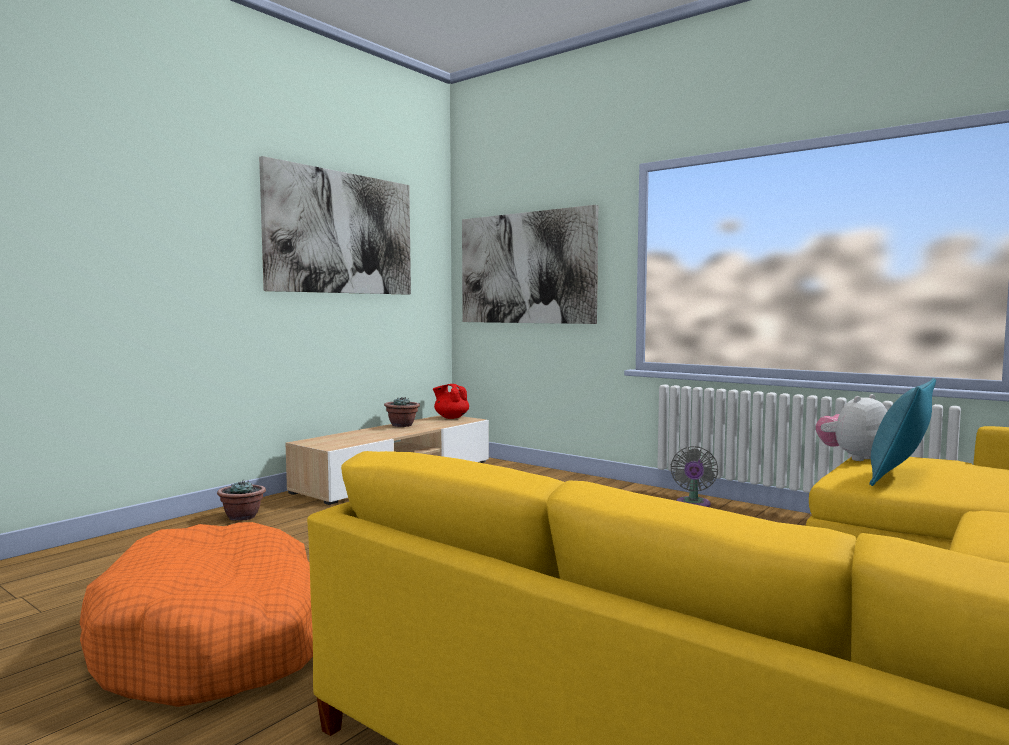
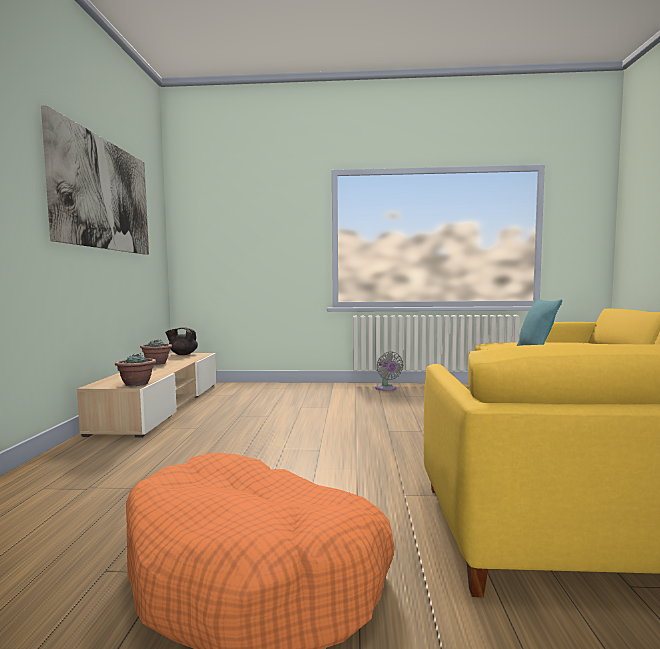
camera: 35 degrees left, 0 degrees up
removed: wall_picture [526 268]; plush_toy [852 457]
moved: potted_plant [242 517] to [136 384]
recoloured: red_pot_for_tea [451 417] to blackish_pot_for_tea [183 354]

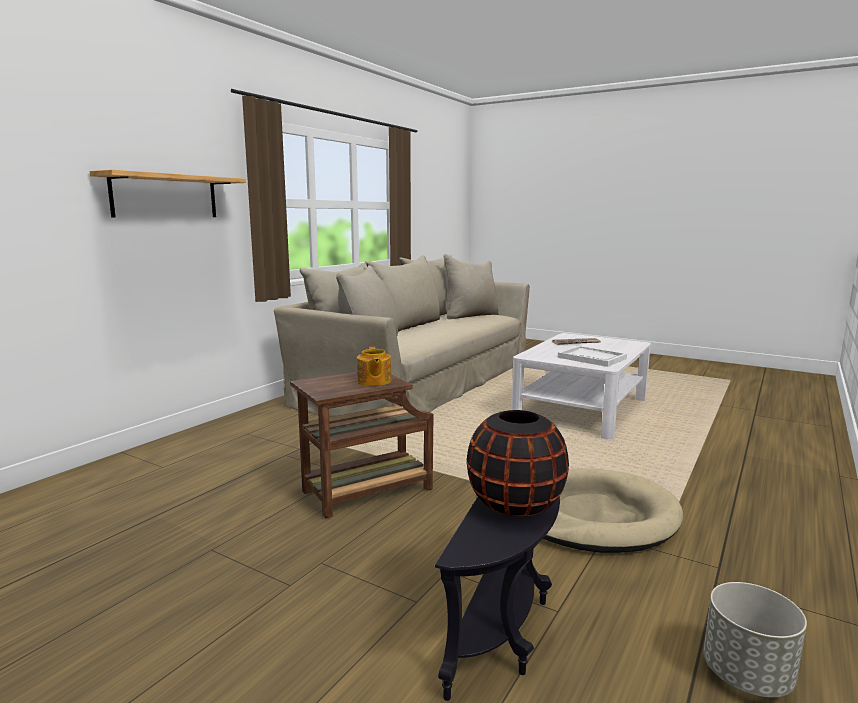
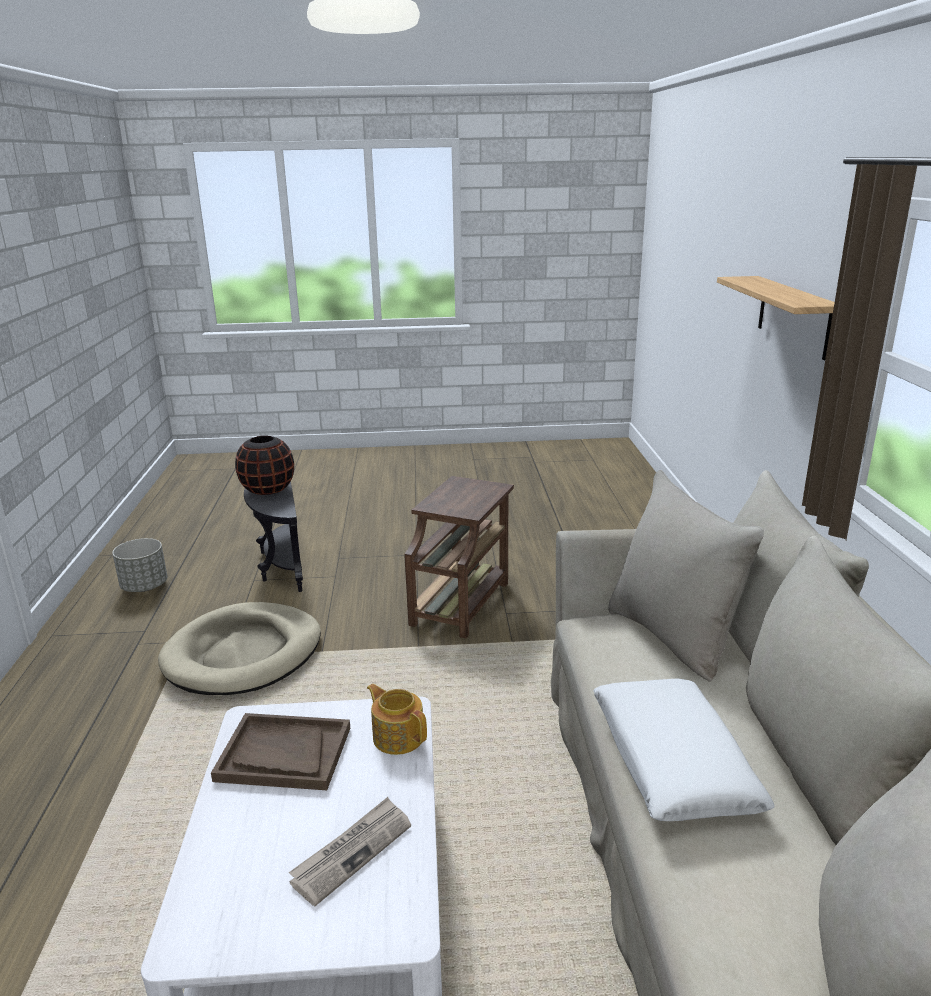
camera: 145 degrees right, 10 degrees up
added: whitish_pillow [672 762]
moved: pot_for_tea [373 381] to [398 736]
recoloured: whitish_tray [592 358] to brownish_tray [283 754]

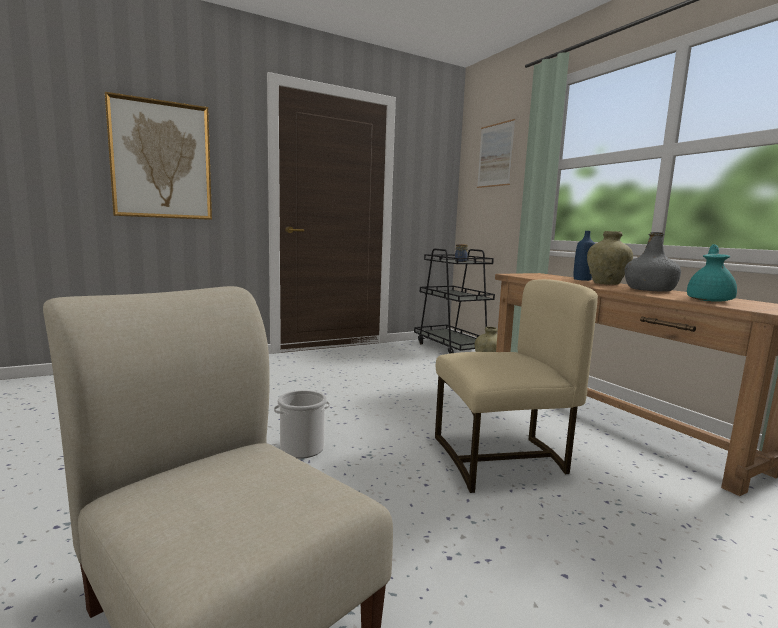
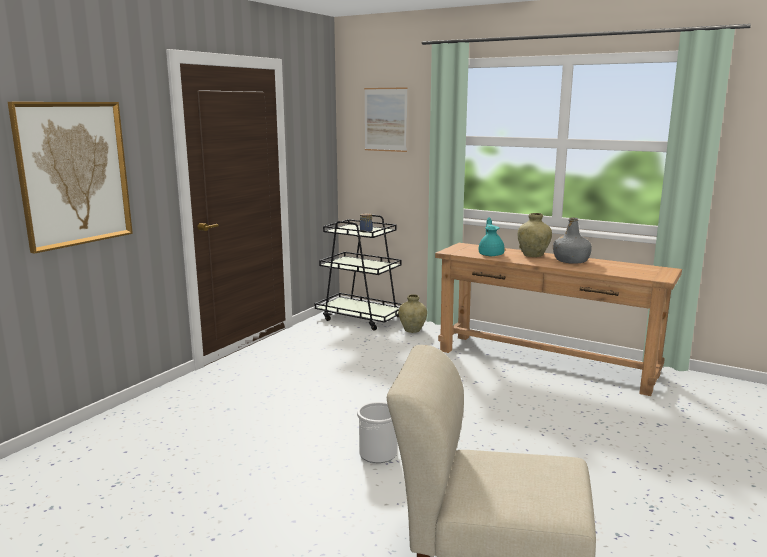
camera: 30 degrees left, 5 degrees up
removed: bluish_beverage_bottle [582 279]; beige_plain_chair [502 459]
moved: turquoise-coloured_pot_for_tea [710 300] to [491 254]

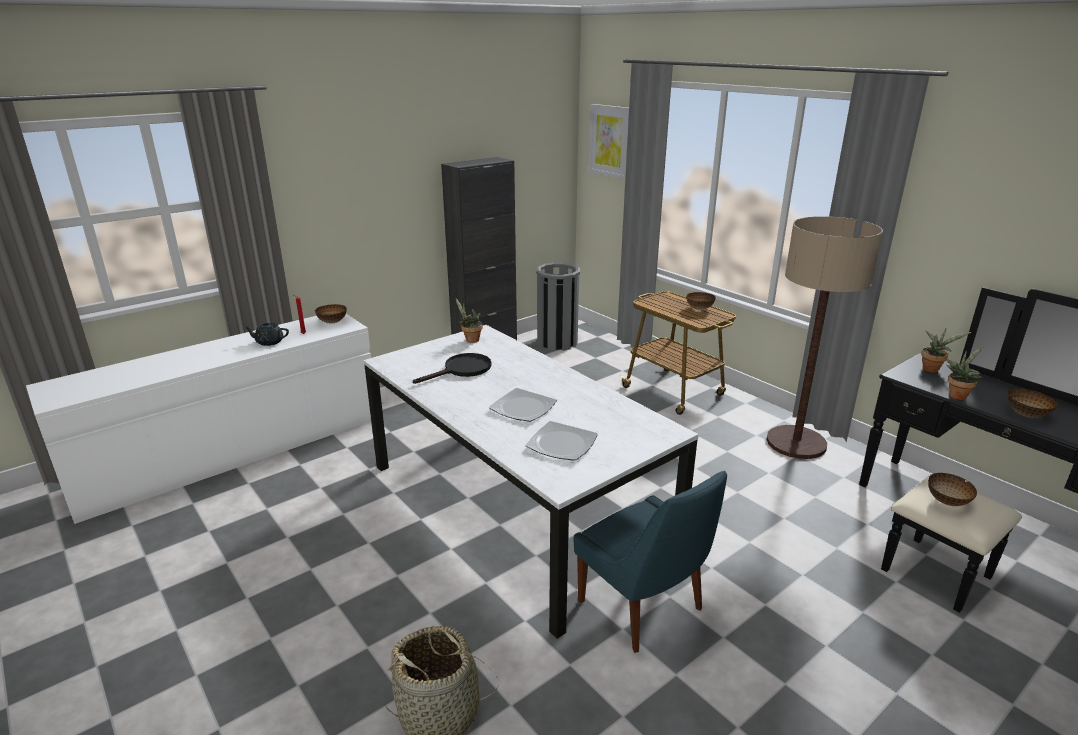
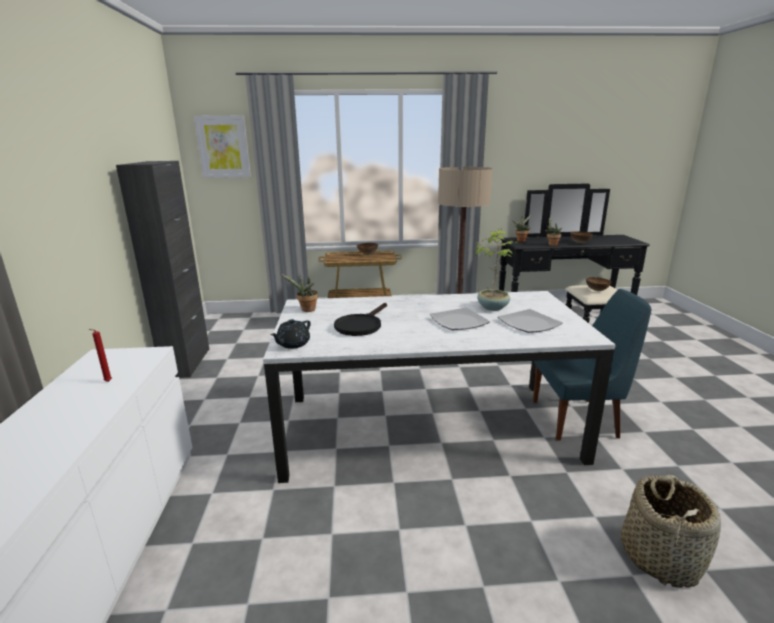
camera: 55 degrees left, 5 degrees down
removed: greyish_rubbish_bin [557 342]; serving_bowl [333 322]
added: potted_plant [493 307]
moved: blackish_pot_for_tea [269 342] to [292 344]
turned: blackish_skillet [462 370] = [361 325] 150 degrees counterclockwise

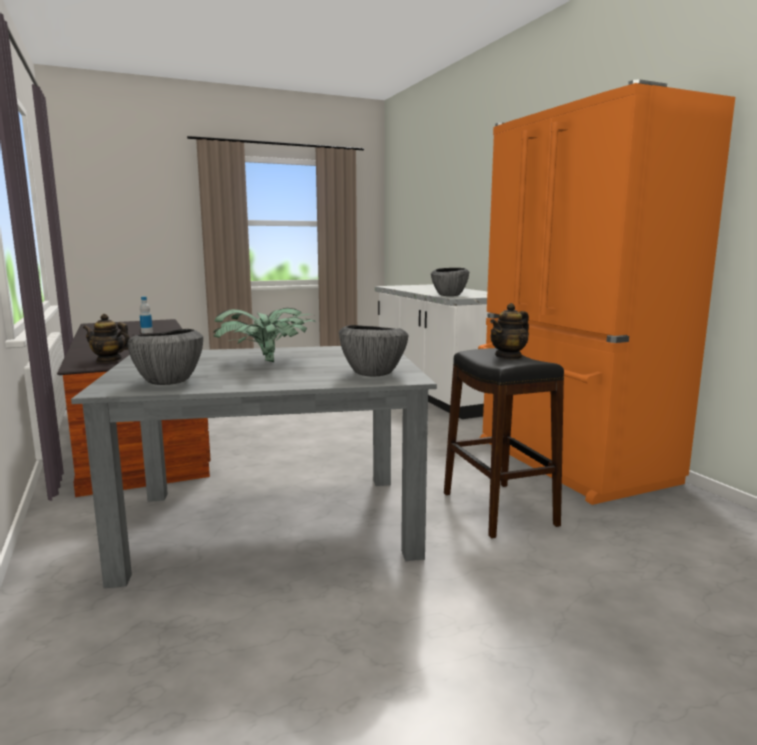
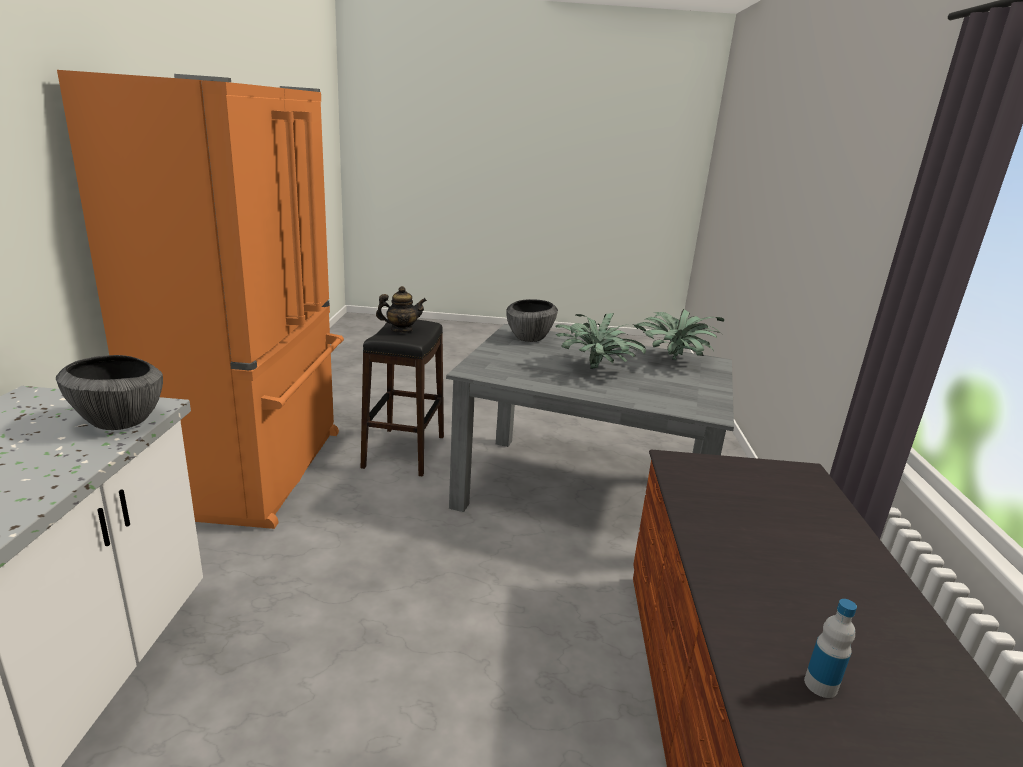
camera: 155 degrees left, 10 degrees up
removed: pot_for_tea [109 360]
replaced: serving_bowl [168 382] to potted_plant [675 361]

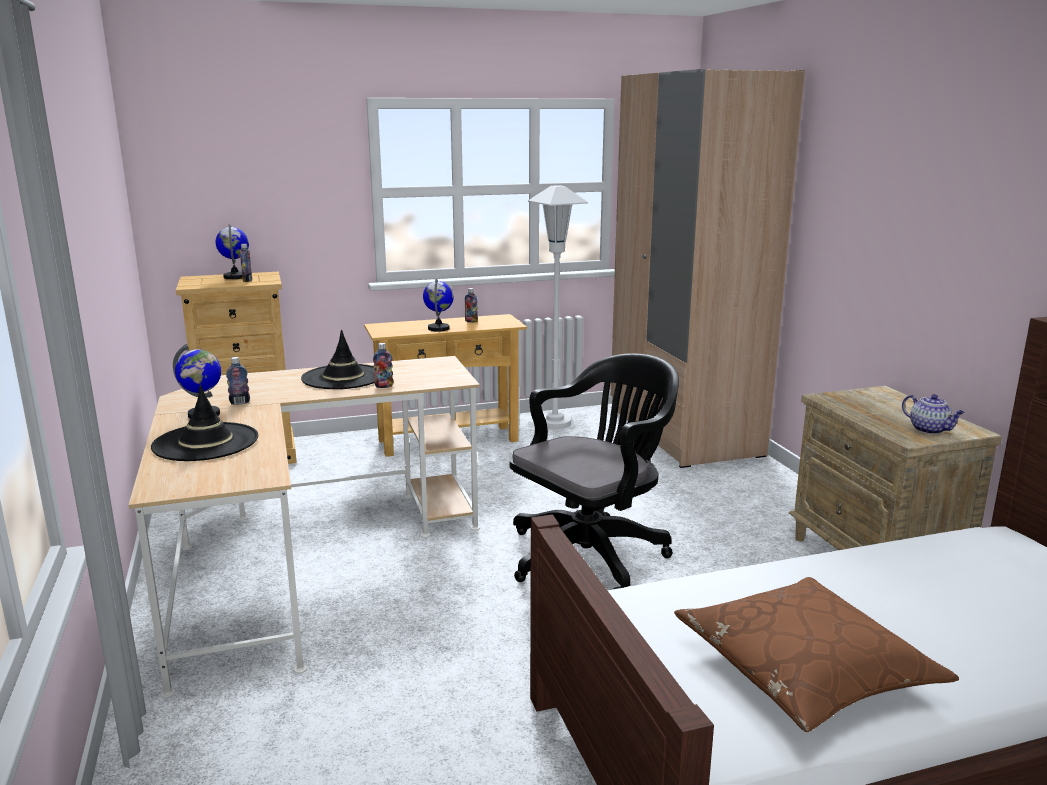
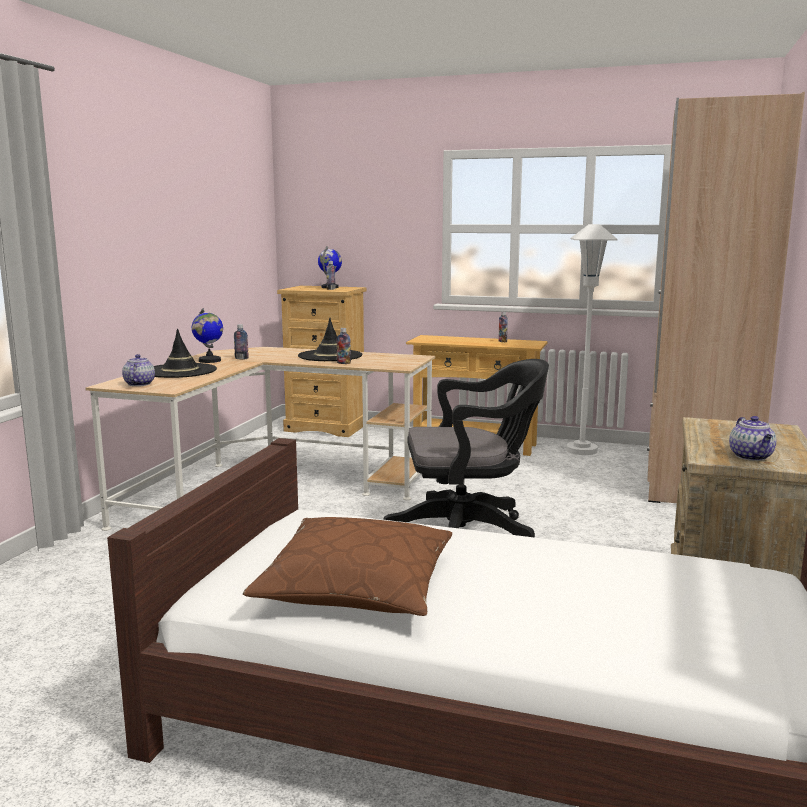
camera: 35 degrees right, 5 degrees down
removed: desk_globe [439 328]
added: pot_for_tea [139 384]

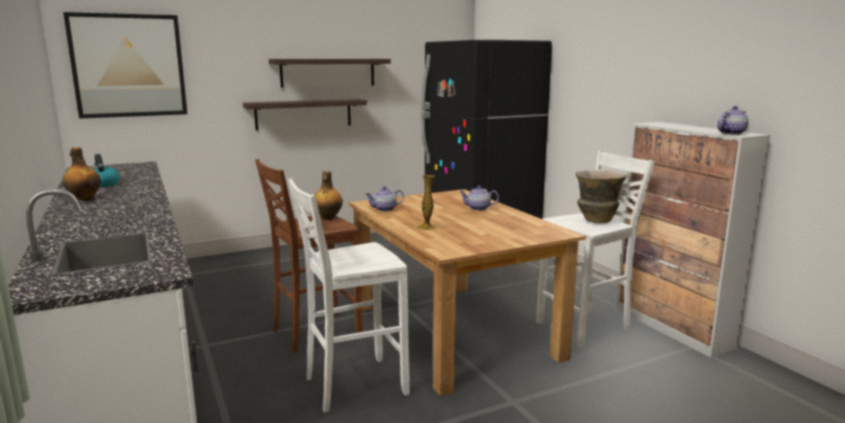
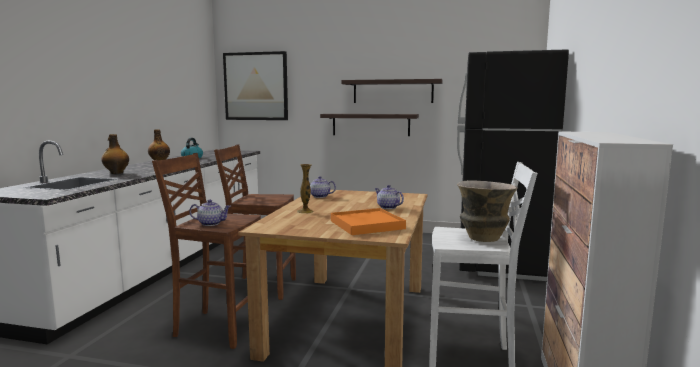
camera: 40 degrees right, 5 degrees down
added: orangey_tray [366 225]
moved: pot_for_tea [730 133] to [211 223]; beverage_bottle [328 218] to [116 173]
recoloured: whitish_stool [352 385] to brownish_stool [217 327]

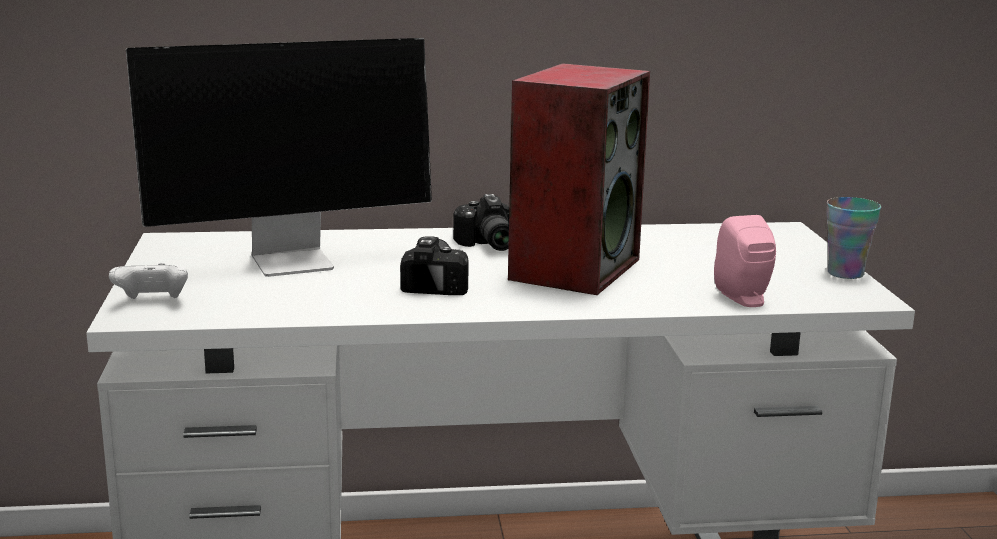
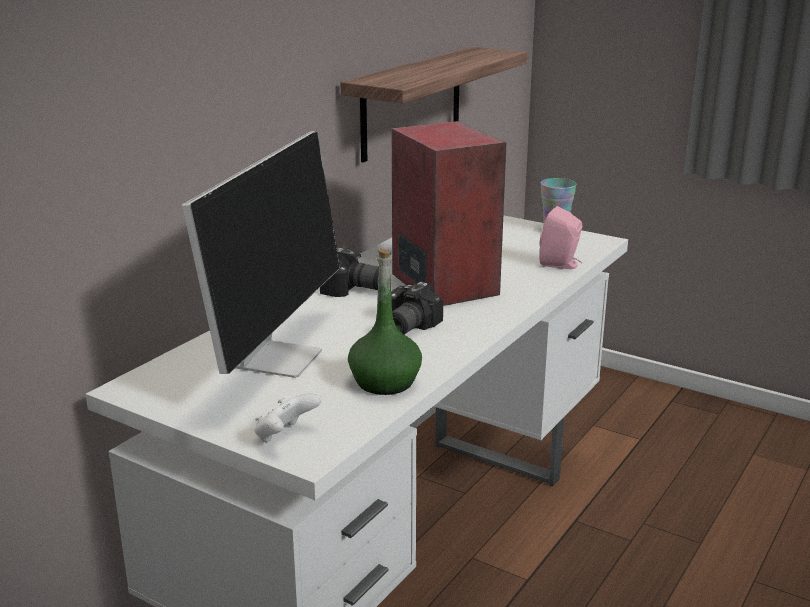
camera: 50 degrees left, 5 degrees up
added: bracket_shelf [412 103]; green_beverage_bottle [385 382]
turned: photo_camera [439 282] = [405 327] 105 degrees counterclockwise

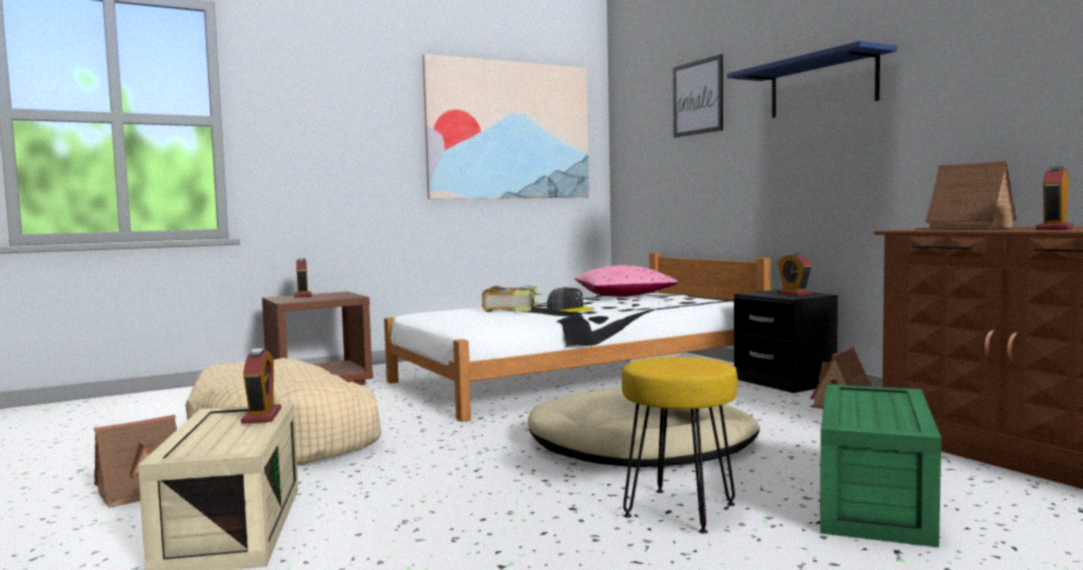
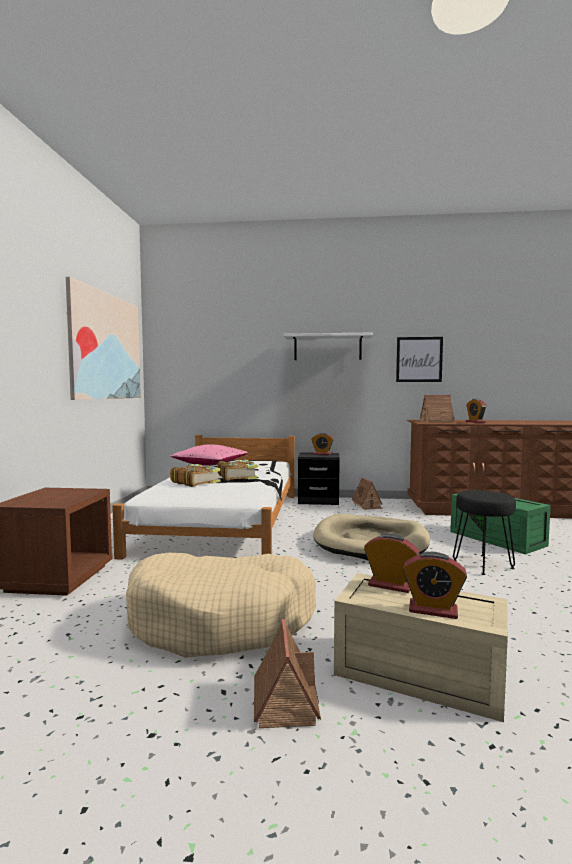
camera: 55 degrees left, 0 degrees up
moved: wall_picture [698 97] to [419 359]; alarm_clock [303 295] to [433 610]
replaced: greyish_cap [570 309] to book [237 477]
recoloured: bluish_bracket_shelf [822 86] to whitish_bracket_shelf [327 348]; yellow-coloured_stool [680 511] to blackish_stool [483 564]

